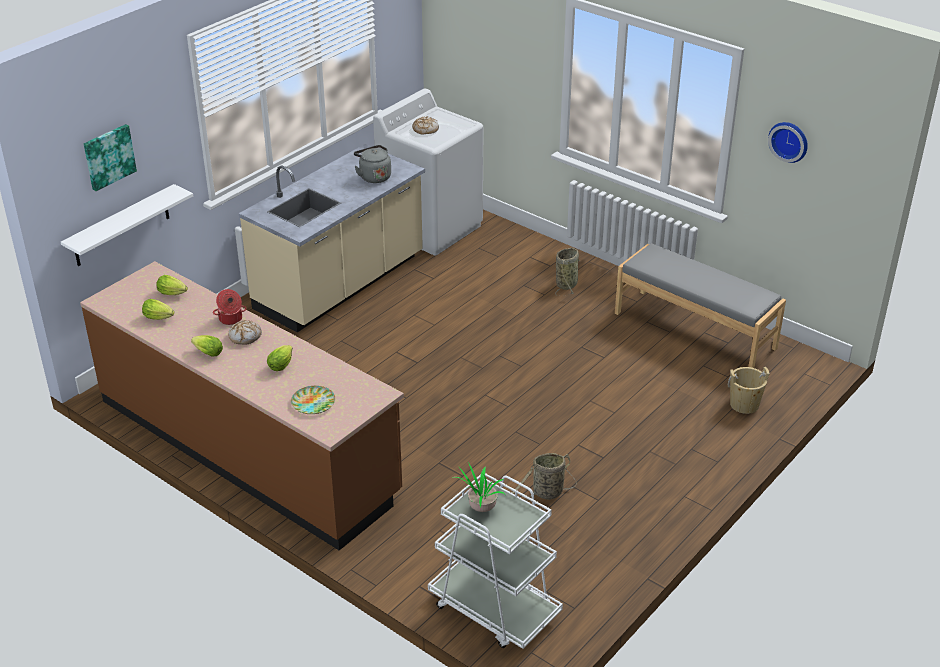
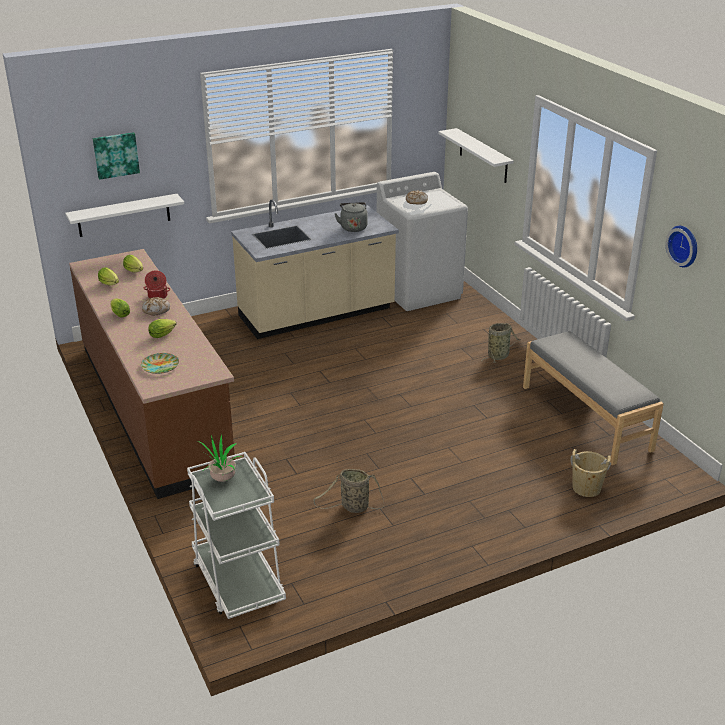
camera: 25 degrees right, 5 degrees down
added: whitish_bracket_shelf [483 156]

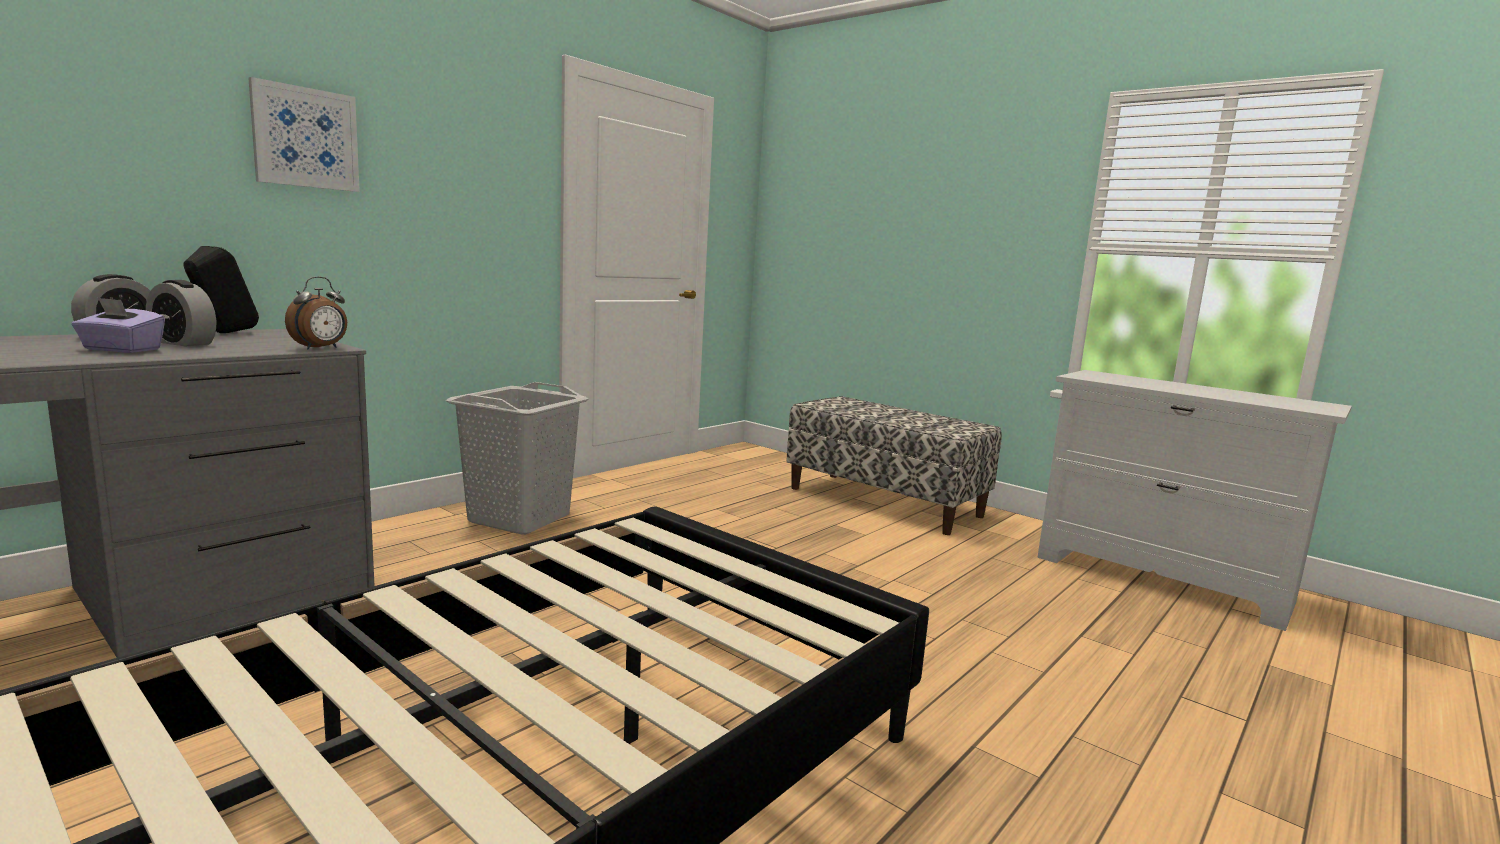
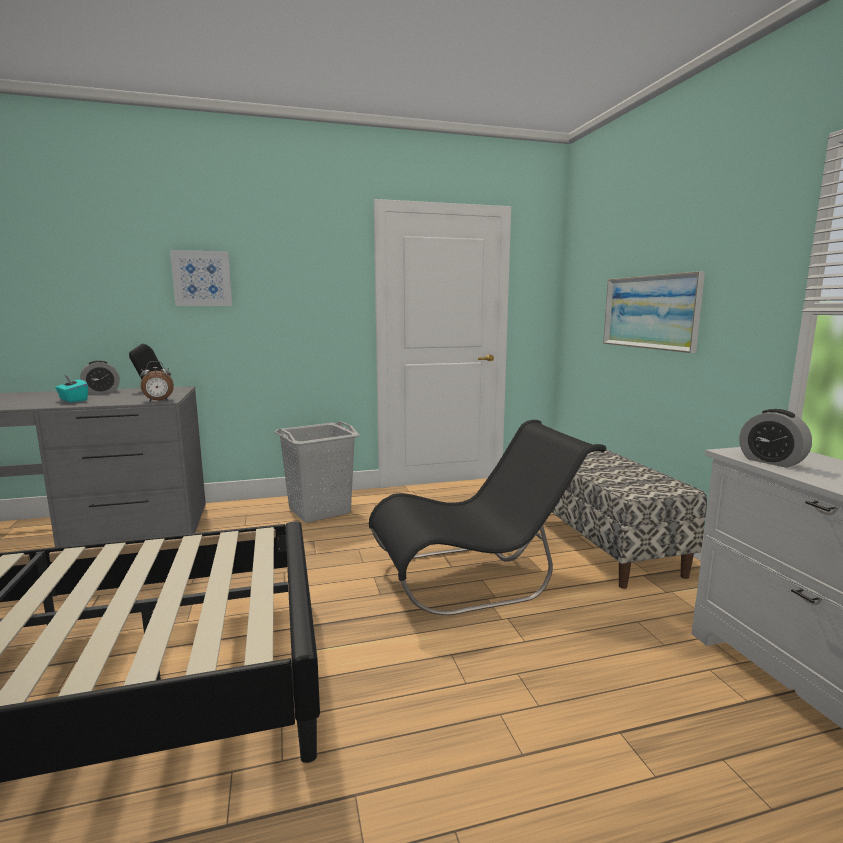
camera: 35 degrees right, 0 degrees up
added: wall_picture [650 312]; blackish_plain_chair [477 576]
moved: alarm_clock [183 343] to [771 461]
recoloured: purple-coloured_tissue_box [121 350] to turquoise-coloured_tissue_box [73 400]

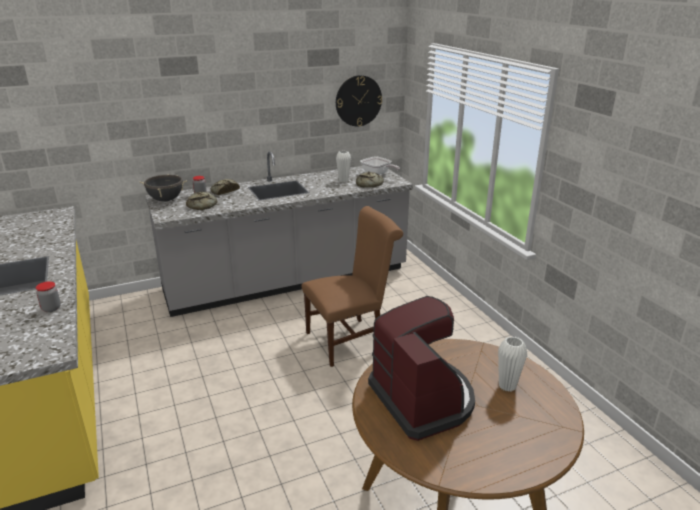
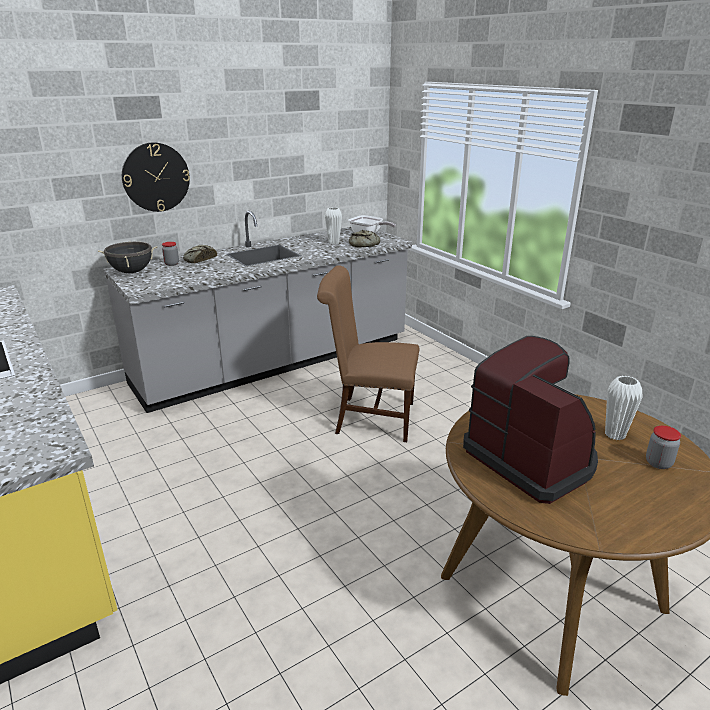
camera: 10 degrees left, 0 degrees up
removed: bakery_bread [203 205]
moved: wall_clock [358 101] to [156 177]; jar [51 308] to [658 463]
turned: brownish_plain_chair [350 339] = [369 418] 135 degrees counterclockwise

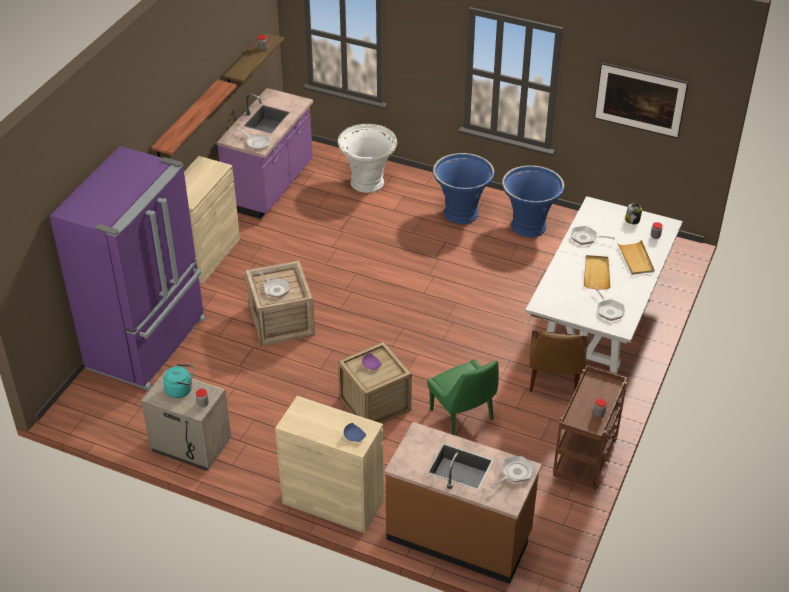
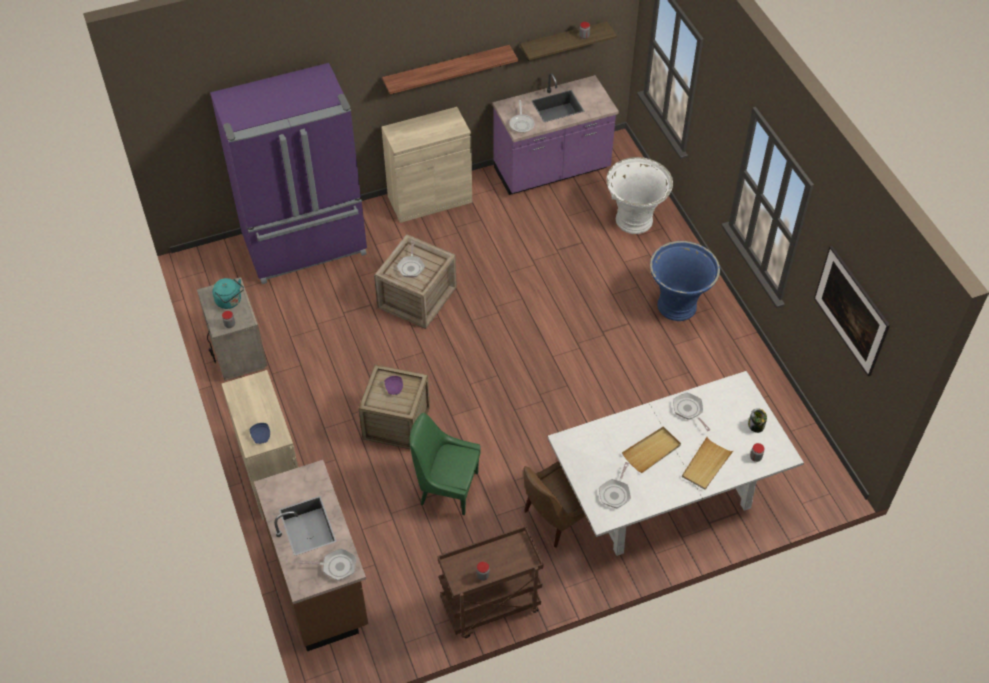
camera: 45 degrees right, 10 degrees up
removed: bluish_plant_pot [529 226]
turned: green_plain_chair [463 416] = [446 488] 90 degrees clockwise

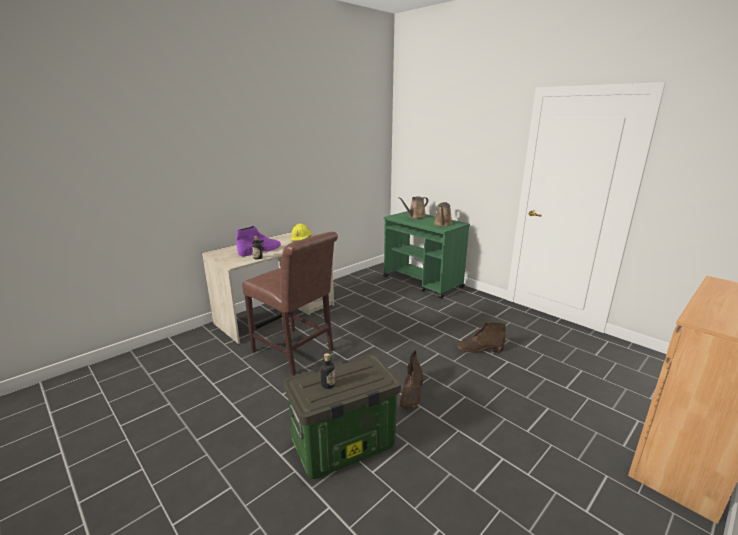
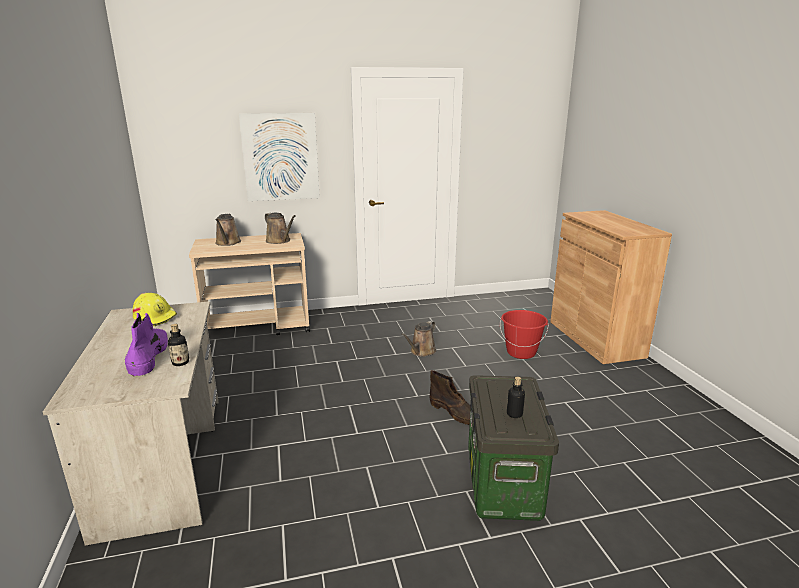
camera: 60 degrees left, 0 degrees up
removed: brownish_plain_chair [295 352]
added: wall_picture [280 157]; red_water_bucket [521 352]
replaced: brownish_high-top_boot [479 349] to brownish_sprinkling_can [421 352]
recoloured: green_cart [423 282] to beige_cart [258 327]

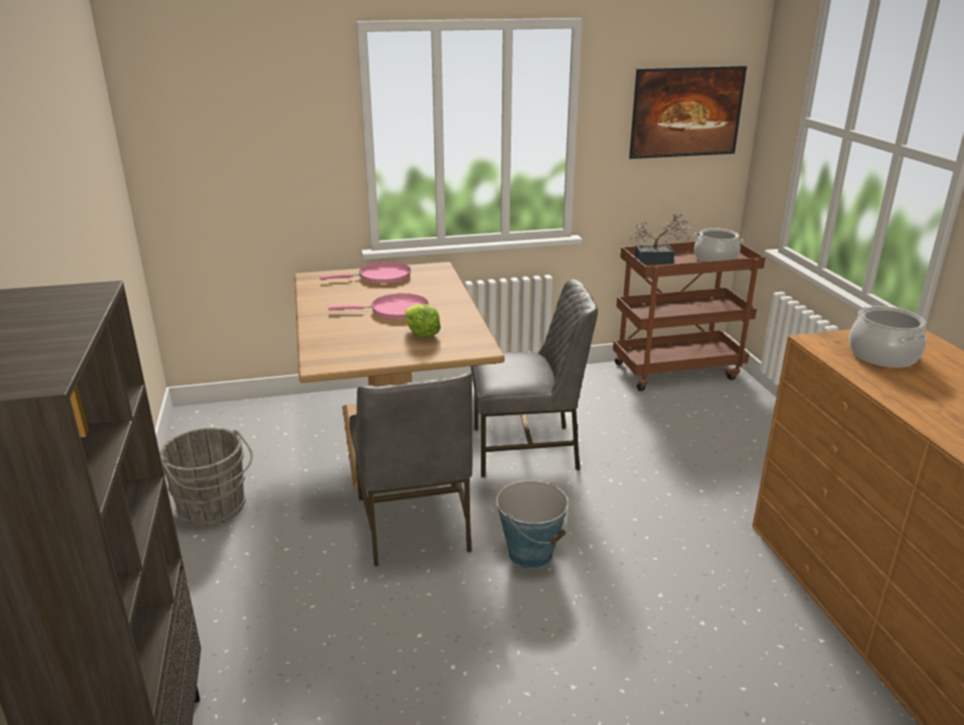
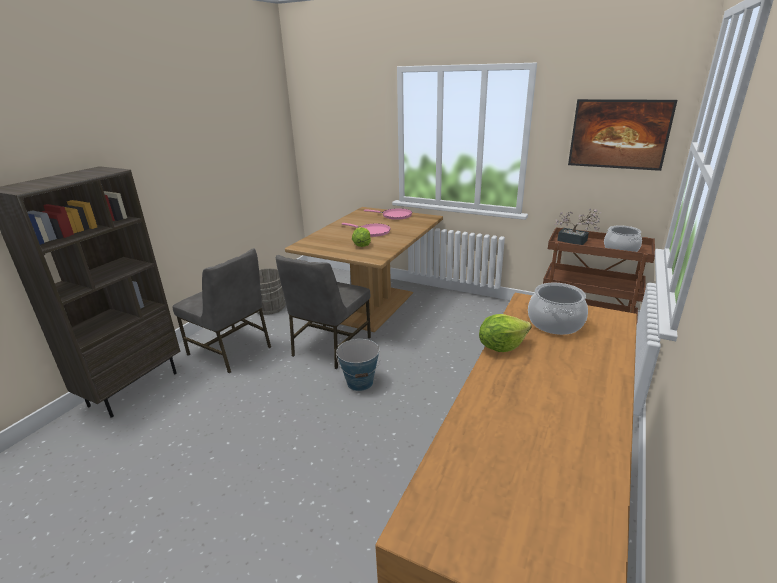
camera: 40 degrees right, 0 degrees up
added: lettuce_head [501 346]
moved: greyish_plain_chair [527 449] to [231 351]

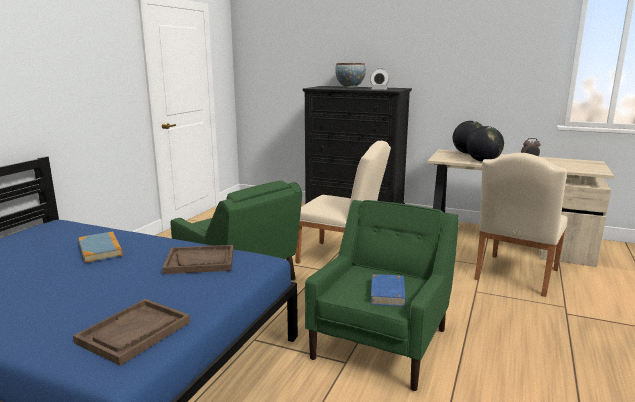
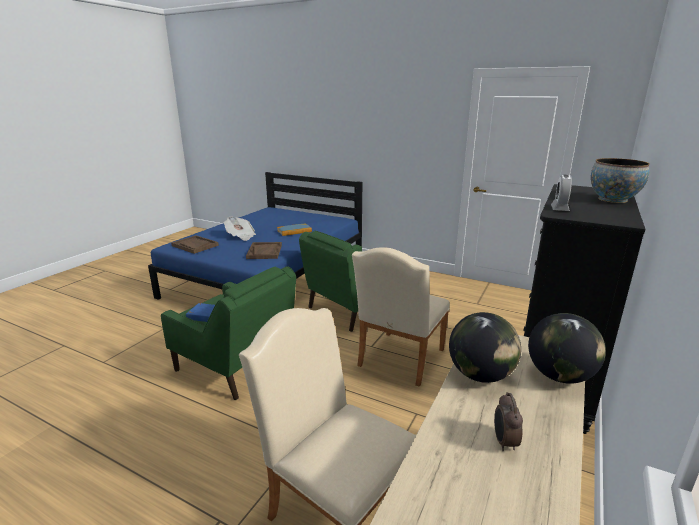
camera: 95 degrees right, 5 degrees up
added: newspaper [240 236]

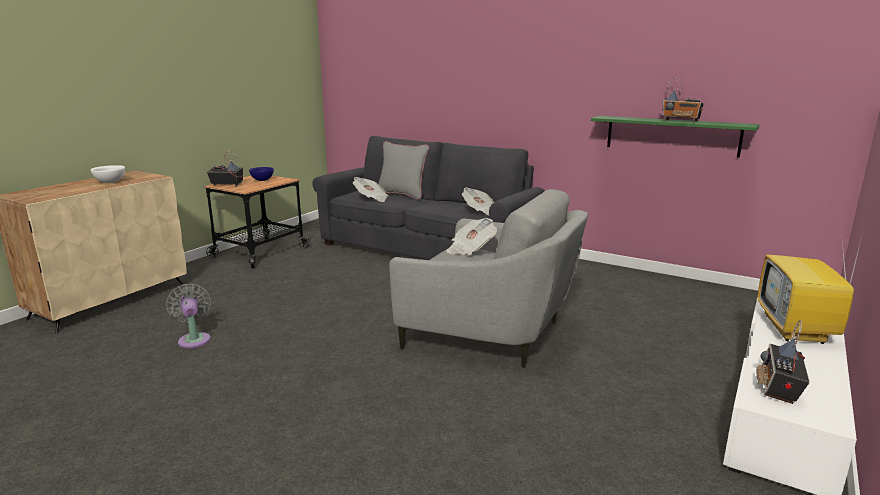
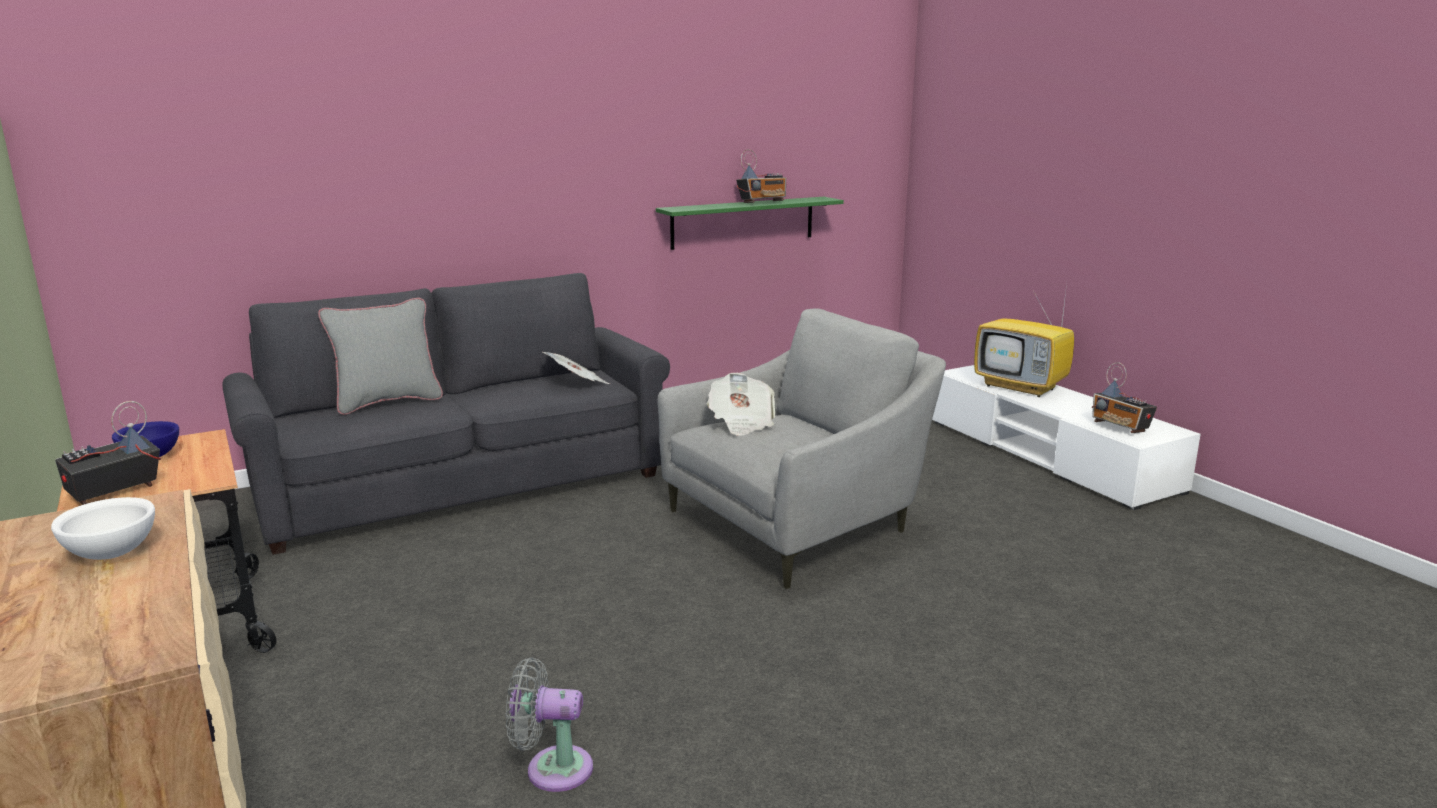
camera: 60 degrees left, 0 degrees up
removed: newspaper [371 199]

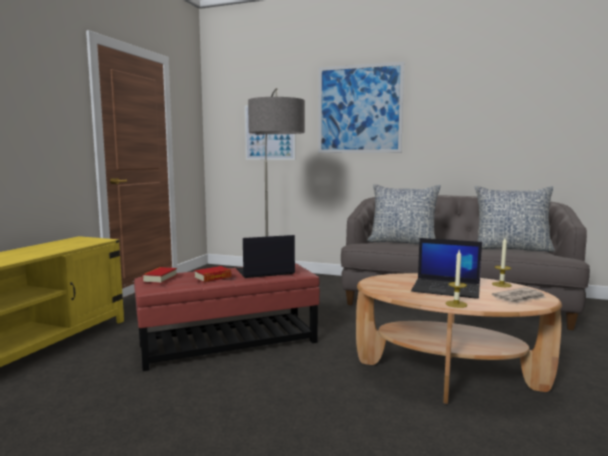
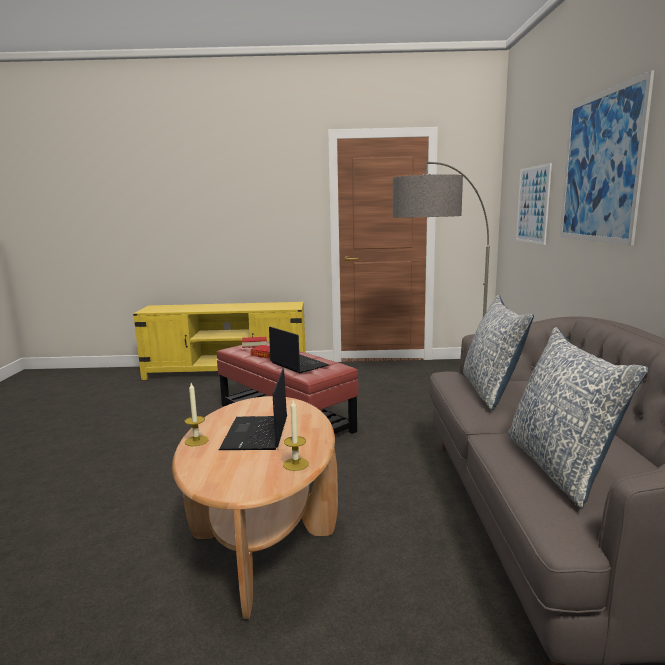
camera: 70 degrees right, 5 degrees up
removed: newspaper [520 298]

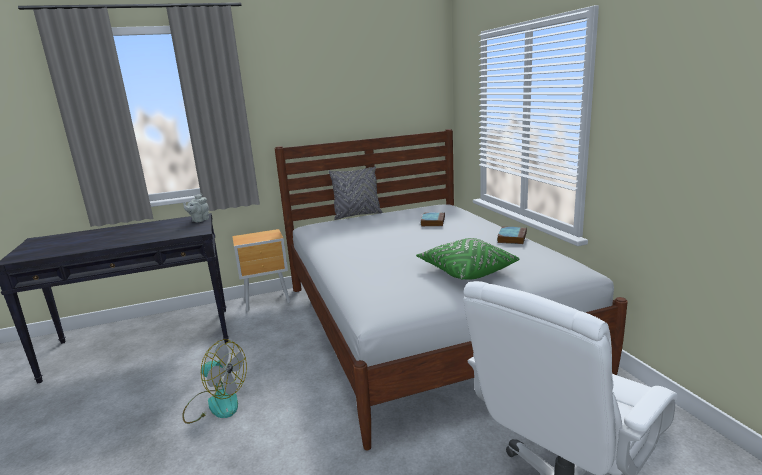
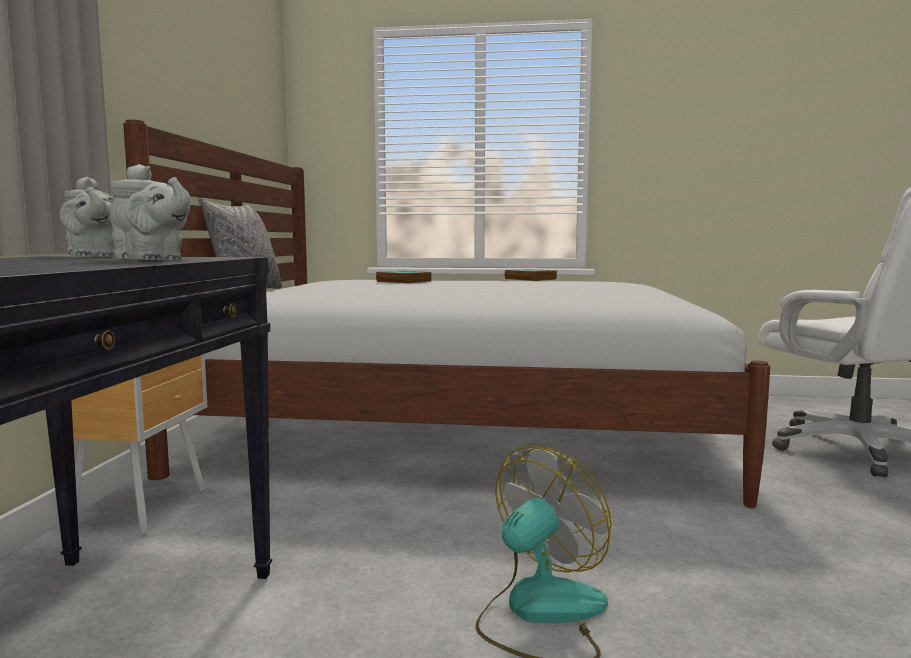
camera: 65 degrees left, 10 degrees down
removed: green_pillow [466 271]
added: greyish_pot_for_tea [152 260]

